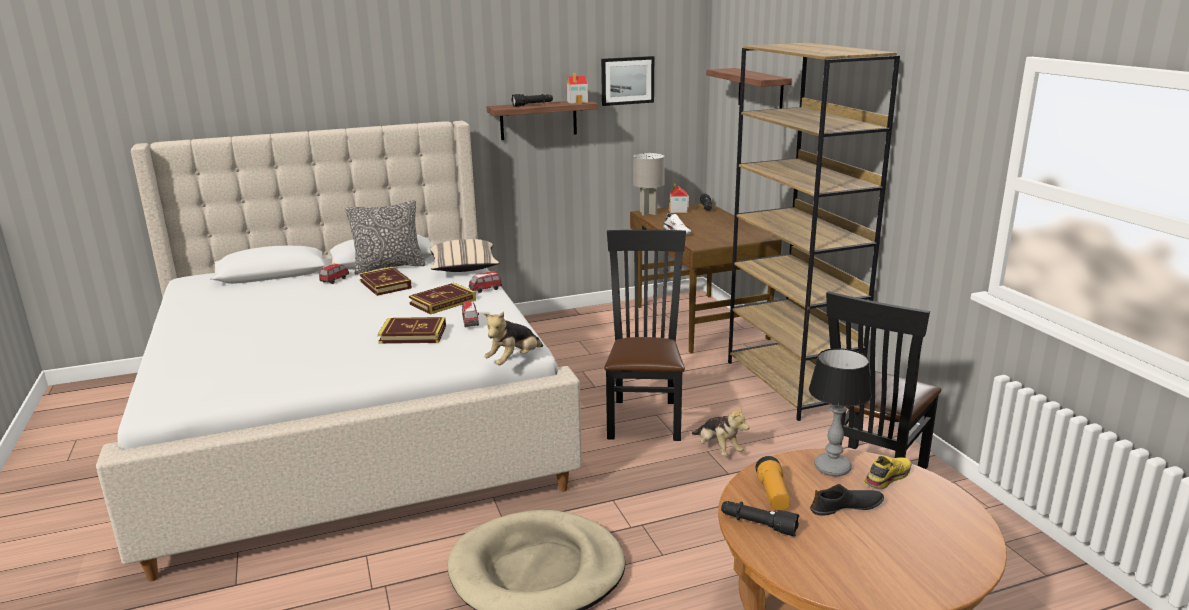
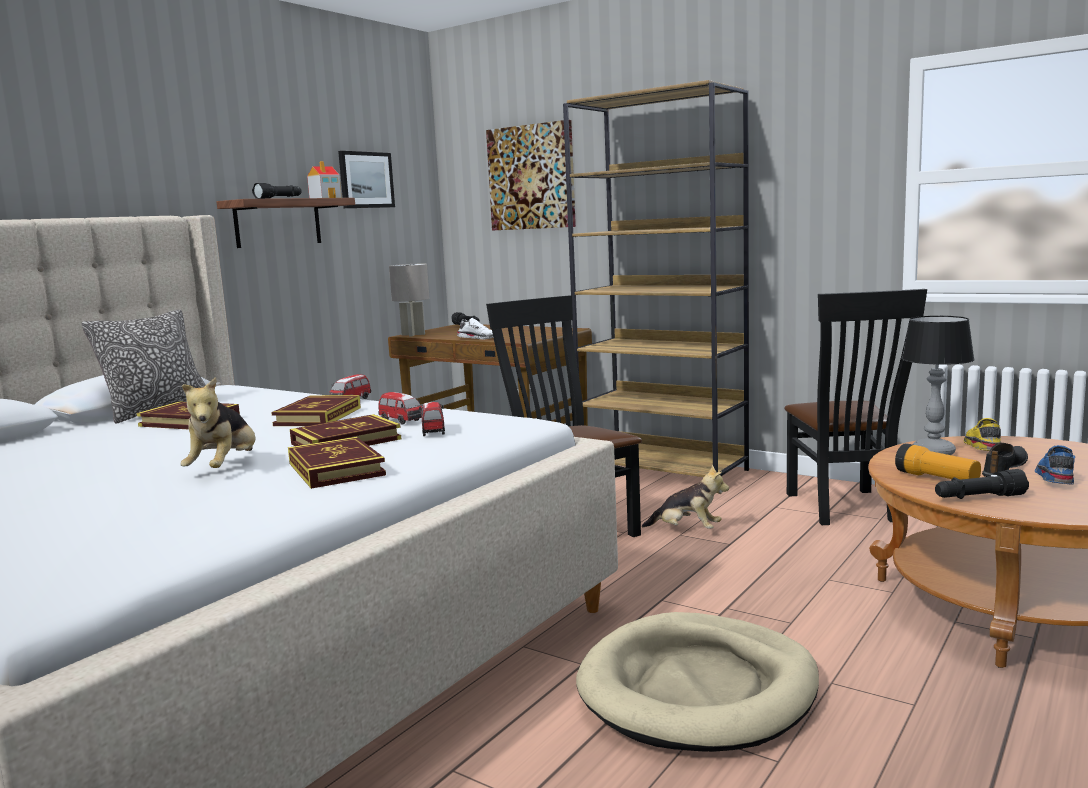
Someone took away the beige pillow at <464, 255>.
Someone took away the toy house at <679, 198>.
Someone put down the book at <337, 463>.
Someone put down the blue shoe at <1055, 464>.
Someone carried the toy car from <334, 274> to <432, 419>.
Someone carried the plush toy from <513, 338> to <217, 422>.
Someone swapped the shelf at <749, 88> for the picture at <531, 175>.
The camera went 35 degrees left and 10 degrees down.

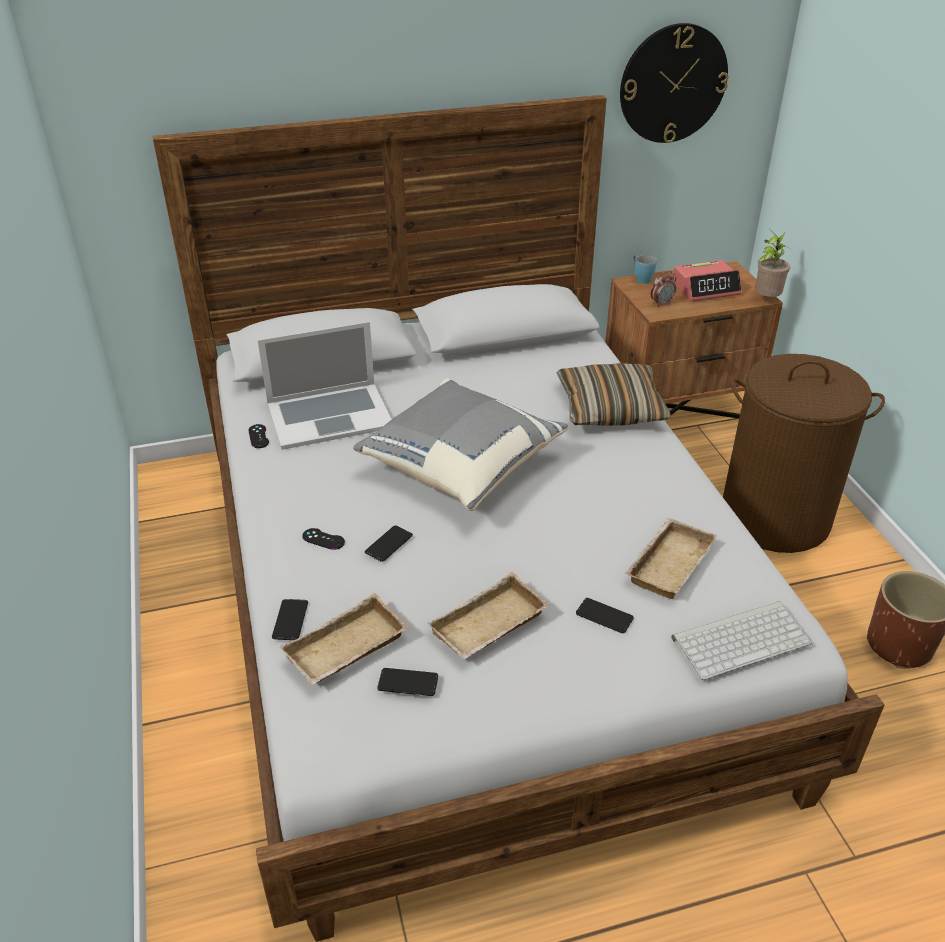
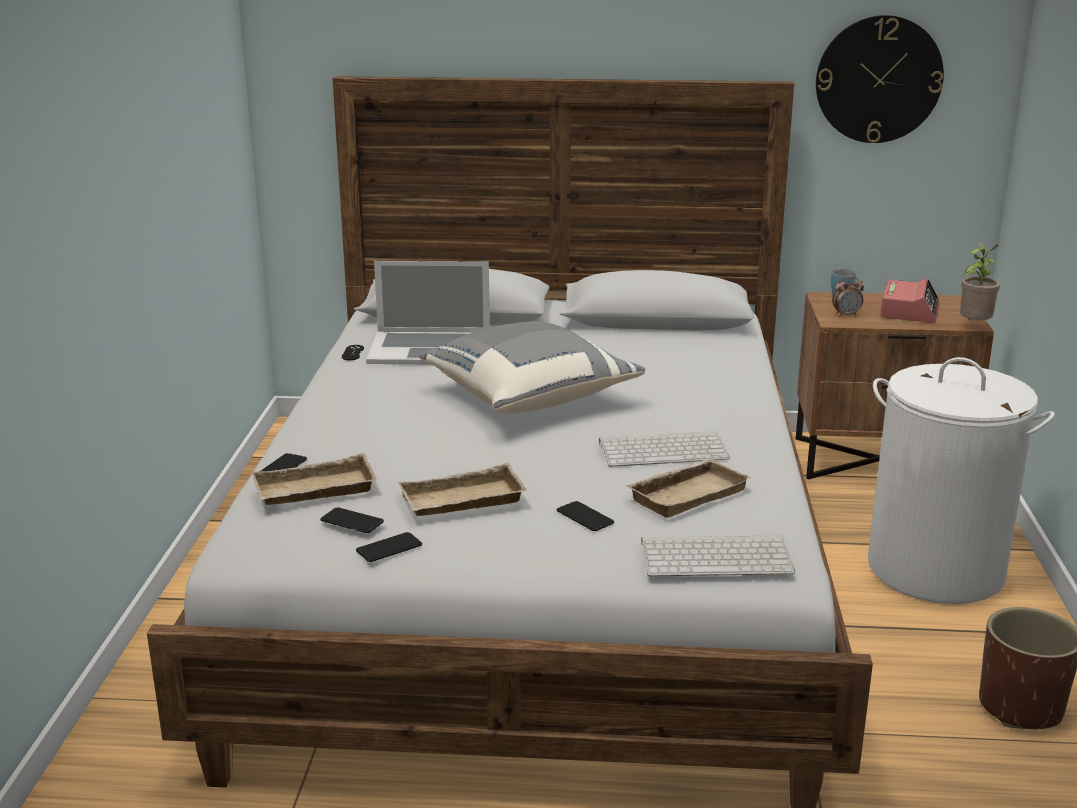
Someone took away the black game controller at <323, 539>.
Someone took away the pillow at <614, 394>.
Someone put down the keyboard at <664, 449>.
Someone carried the phone from <389, 544> to <389, 547>.
Someone repainted the brown laundry basket at <804, 453>, which became the white laundry basket at <961, 480>.
Someone rotated the alarm clock at <708, 281> by 75 degrees counterclockwise.
The camera went 20 degrees right and 15 degrees down.

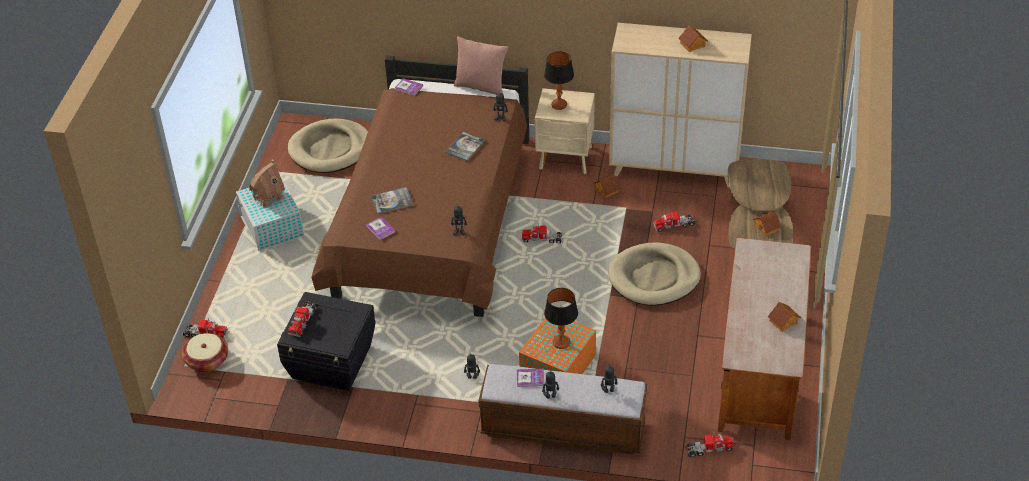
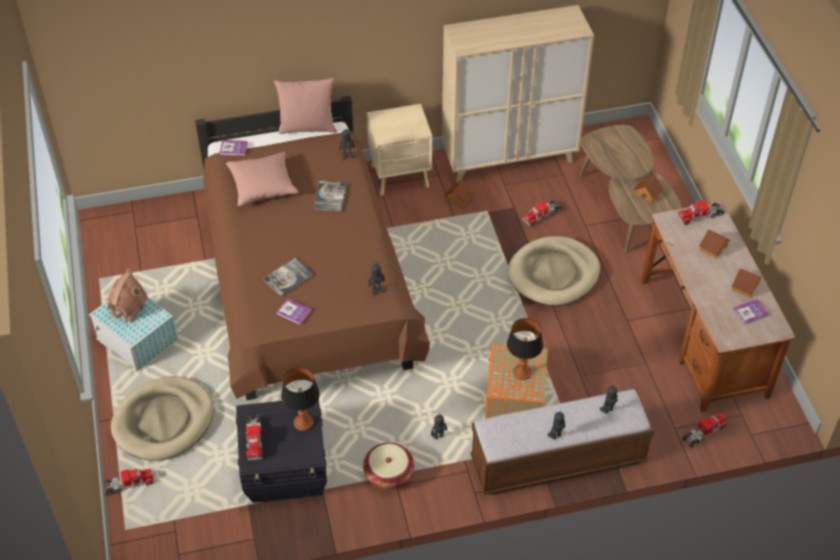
Someone put down the pink pillow at <262, 179>.
Someone carried the basket from <205, 352> to <388, 466>.
Someone carried the beige dog bed from <328, 146> to <162, 418>.
Someone carried the book from <530, 378> to <751, 312>.
Someone carried the toy truck from <542, 233> to <701, 212>.
Someone carried the table lamp from <559, 80> to <300, 399>.
Someone carried the toy house from <693, 38> to <714, 244>.
The camera went 25 degrees left and 5 degrees up.

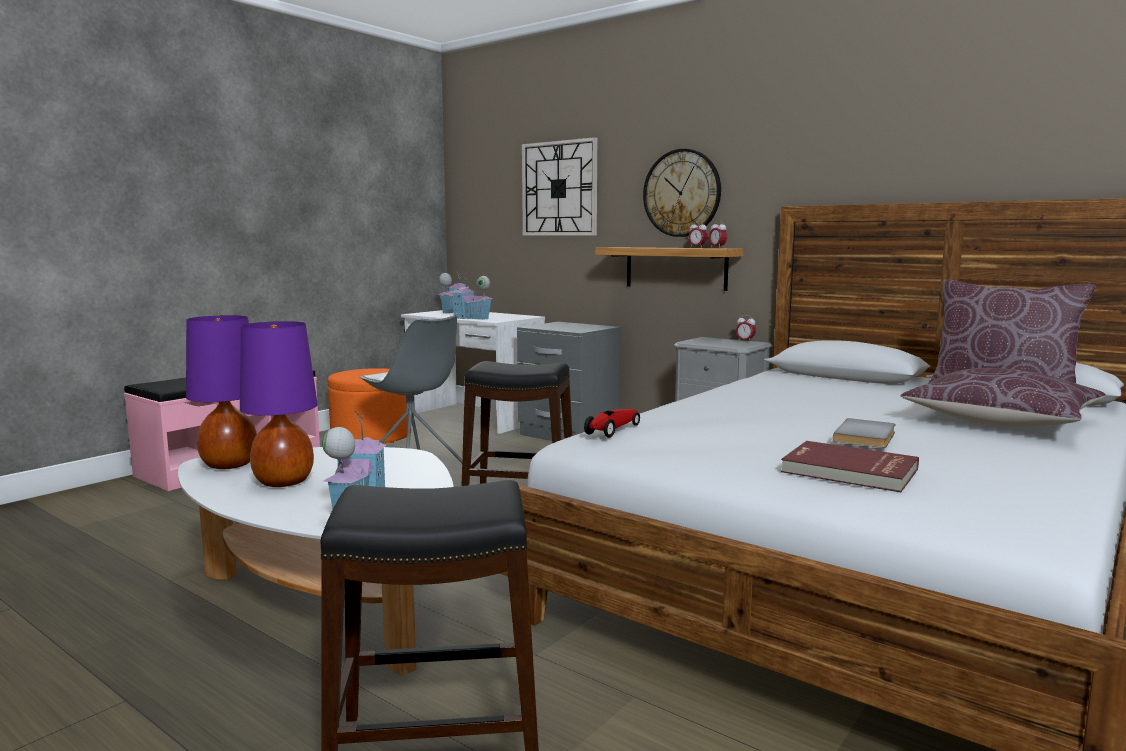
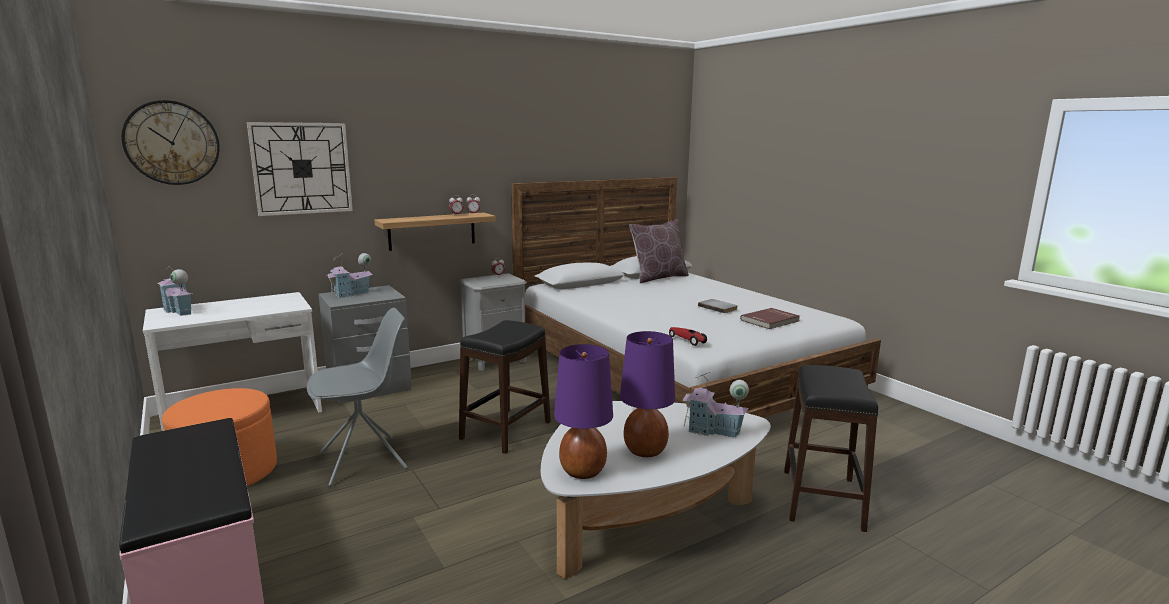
Someone took away the brown pillow at <1003, 397>.
Someone carried the toy house from <471, 296> to <349, 275>.
Someone carried the wall clock from <682, 193> to <170, 142>.
The camera went 70 degrees left and 5 degrees up.

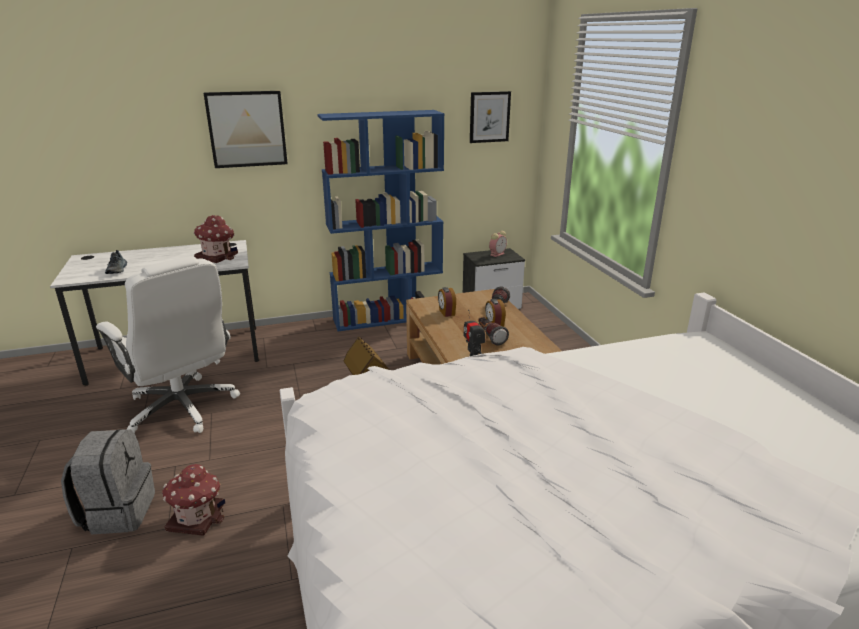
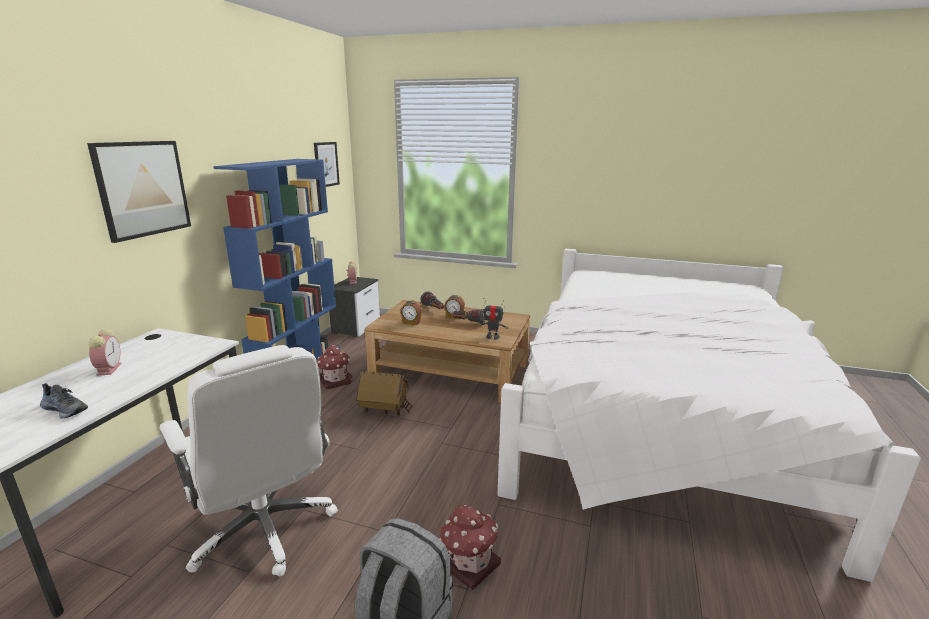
Someone put down the alarm clock at <105, 352>.
Someone carried the toy house from <215, 239> to <335, 367>.
Someone rotated the white office chair at <168, 344> by 60 degrees clockwise.
The camera went 55 degrees left and 5 degrees down.

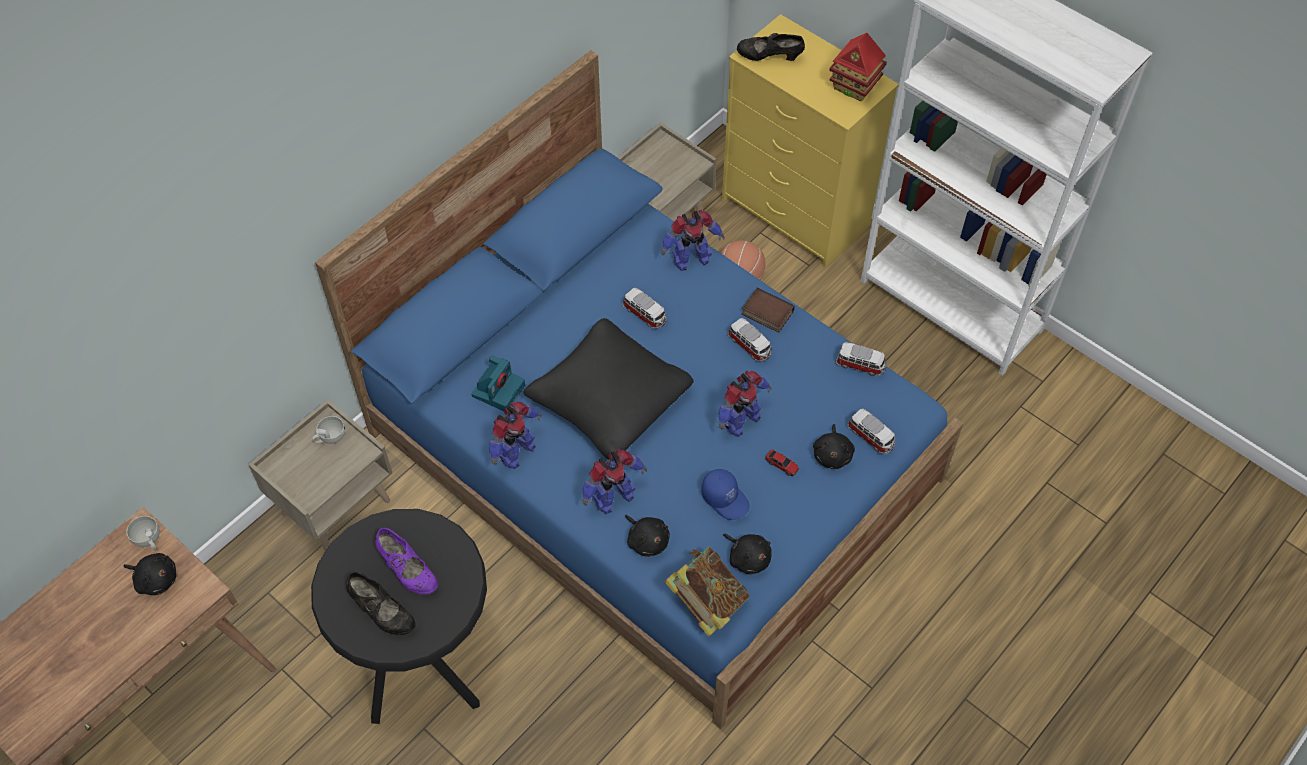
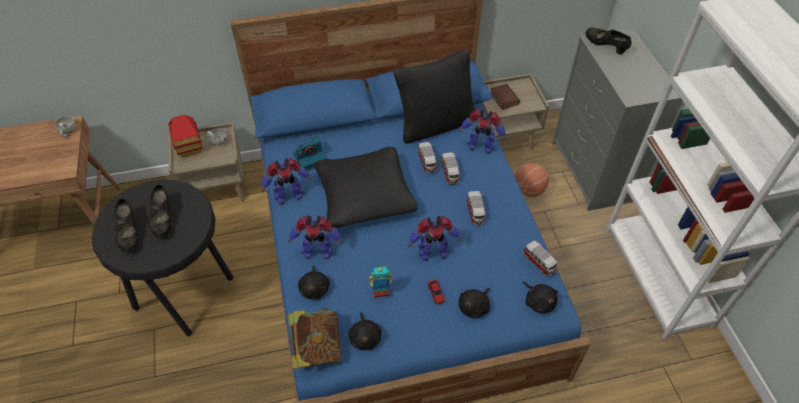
Someone put down the black pillow at <434, 96>.
Someone carried the black plush toy from <149, 574> to <540, 297>.
Someone carried the book from <768, 310> to <505, 97>.
Someone carried the toy house from <858, 67> to <185, 136>.
Someone carried the toy car from <871, 431> to <450, 168>.
Someone swapped the blue cap at <725, 494> for the toy robot at <380, 282>.
Someone repainted the purple shoe at <406, 561>, which became the black shoe at <159, 211>.
Someone repainted the yellow dresser at <810, 141>, which became the grey dresser at <617, 119>.
The camera went 35 degrees right and 5 degrees down.

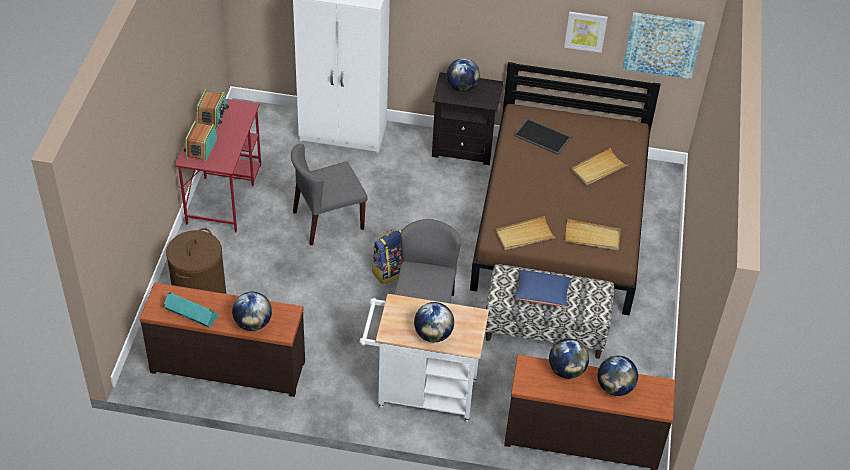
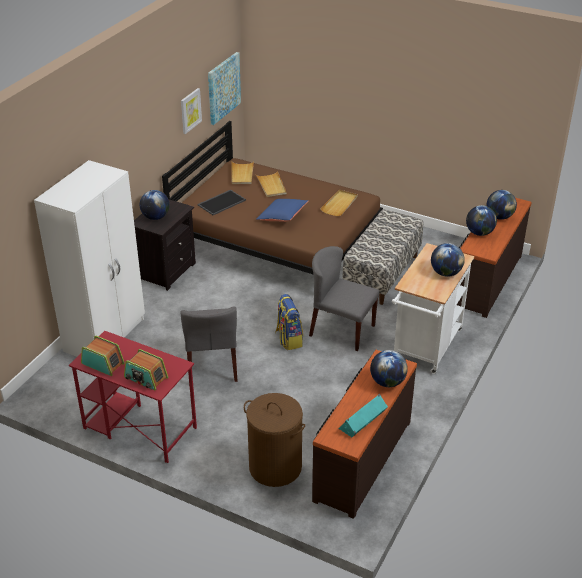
Someone carried the beige tray from <526, 233> to <243, 172>.
Someone carried the blue pillow from <543, 288> to <282, 210>.
The camera went 70 degrees left and 10 degrees down.

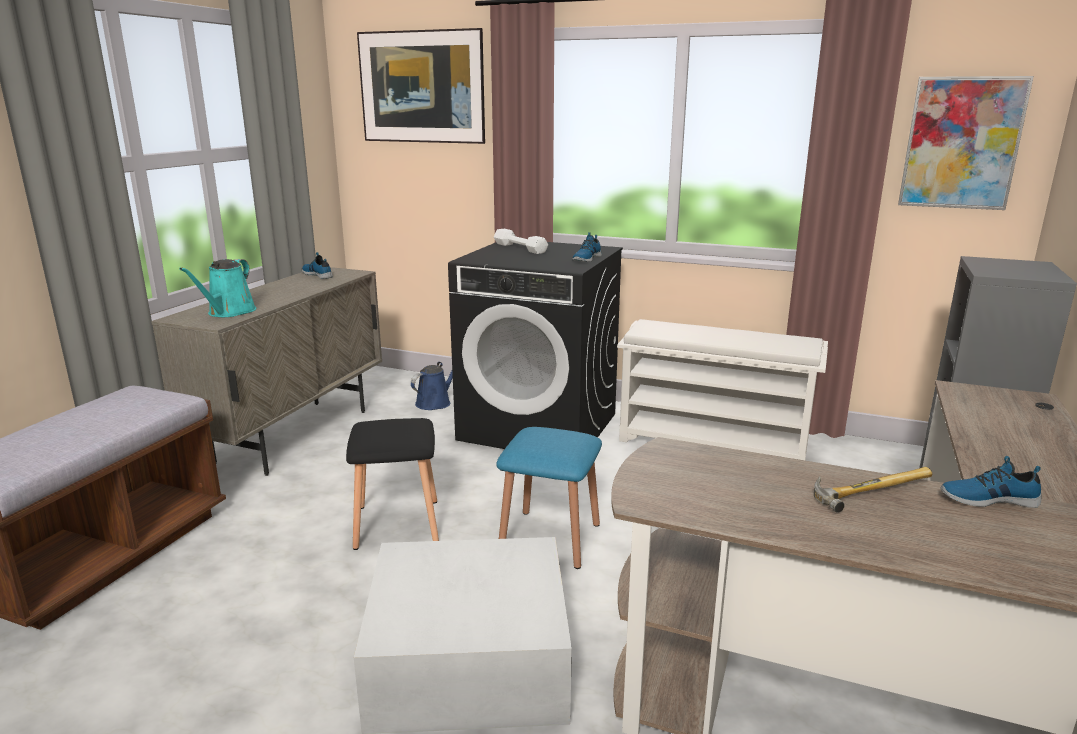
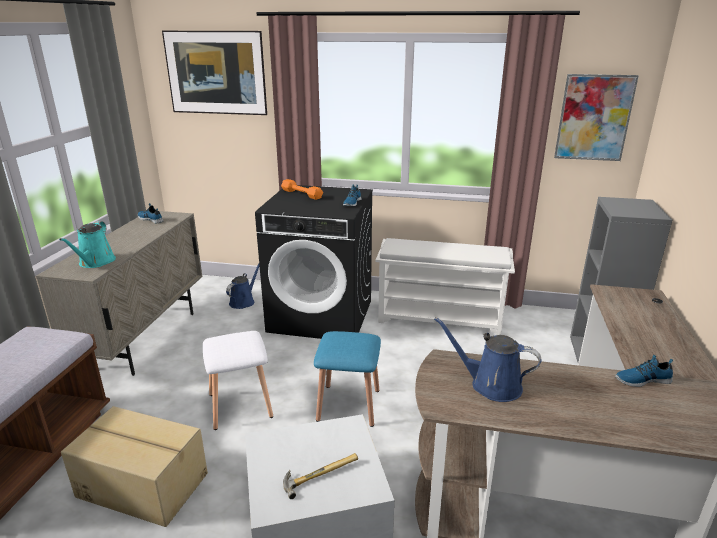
Someone put down the cardboard box at <134, 466>.
Someone put down the blue watering can at <488, 359>.
Someone carried the hammer from <873, 490> to <320, 476>.
Someone repainted the black stool at <392, 484>, which became the white stool at <238, 380>.
Someone repainted the white dumbbell at <521, 241>, which became the orange dumbbell at <302, 189>.
The camera went 10 degrees left and 5 degrees up.

